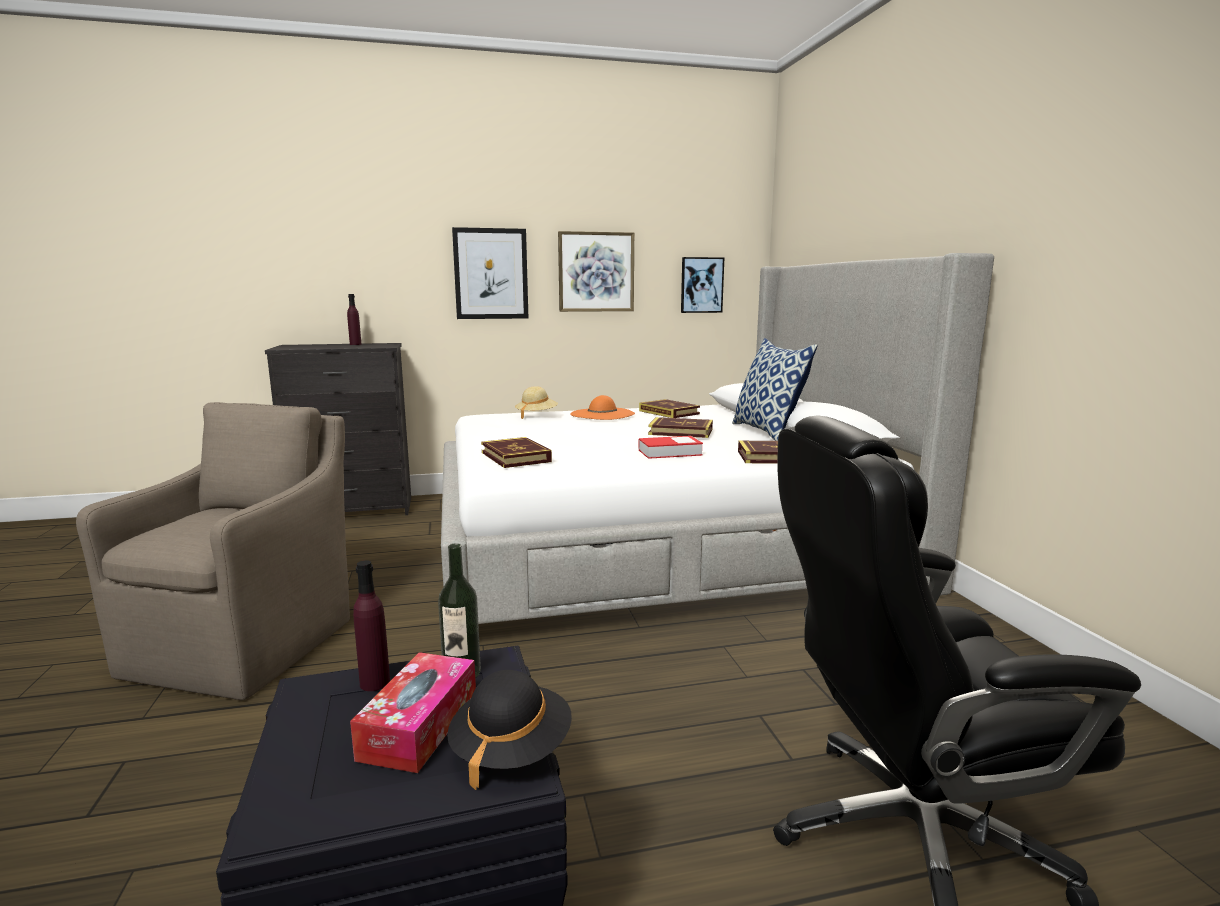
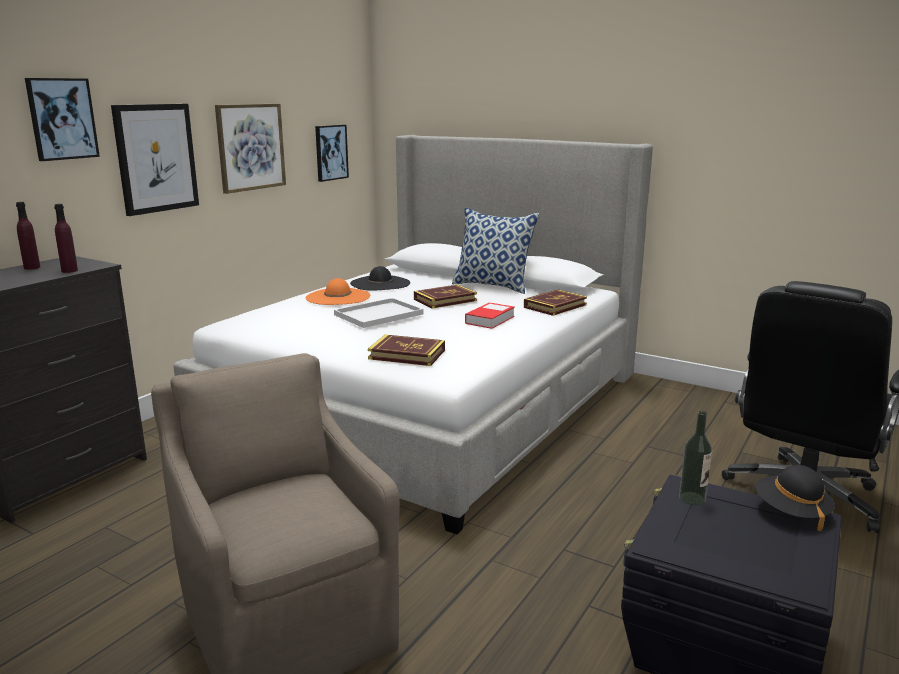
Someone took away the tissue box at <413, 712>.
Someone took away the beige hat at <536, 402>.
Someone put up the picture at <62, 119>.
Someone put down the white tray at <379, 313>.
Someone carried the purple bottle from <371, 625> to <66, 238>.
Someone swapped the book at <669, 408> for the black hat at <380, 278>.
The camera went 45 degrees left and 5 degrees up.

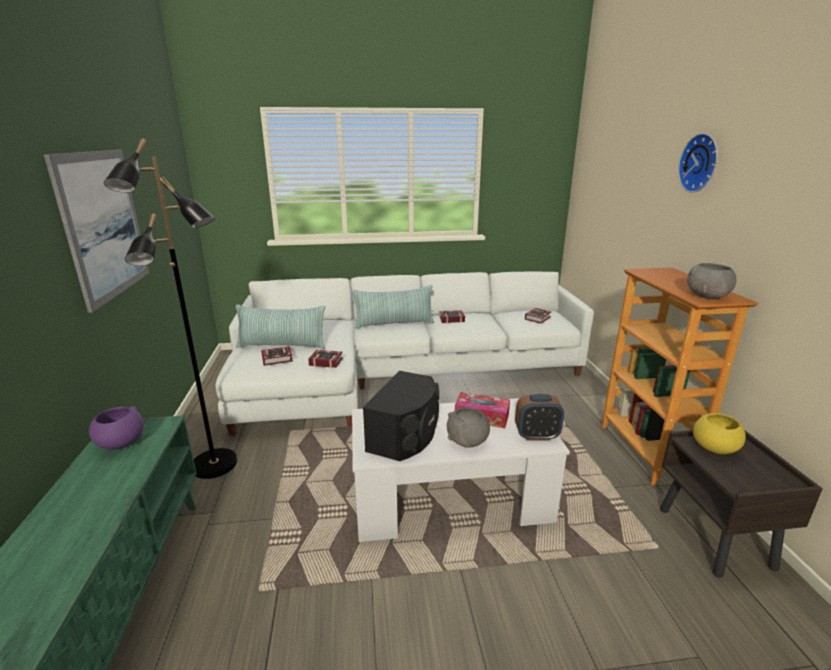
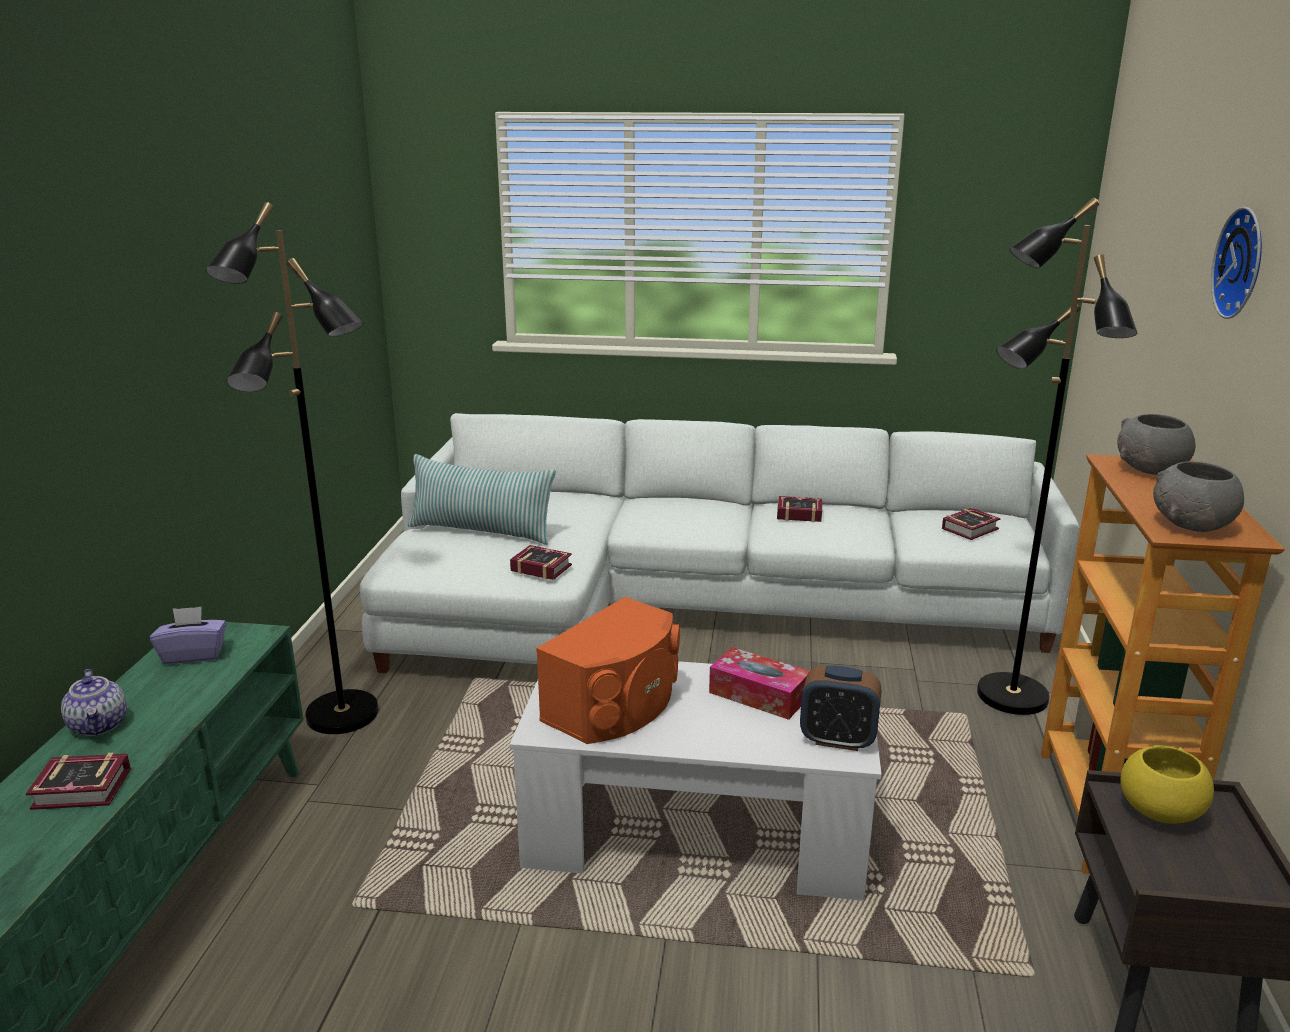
Someone took away the picture at <96, 231>.
Someone took away the pillow at <393, 307>.
Someone put down the teapot at <94, 702>.
Someone put down the black floor lamp at <1057, 456>.
Someone carried the book from <277, 356> to <78, 781>.
Someone carried the grey bowl from <468, 427> to <1156, 444>.
Someone swapped the purple bowl at <116, 428> for the purple tissue box at <188, 635>.
Someone repainted the black speaker at <401, 416>, which became the orange speaker at <608, 670>.
The camera went 15 degrees right and 0 degrees up.

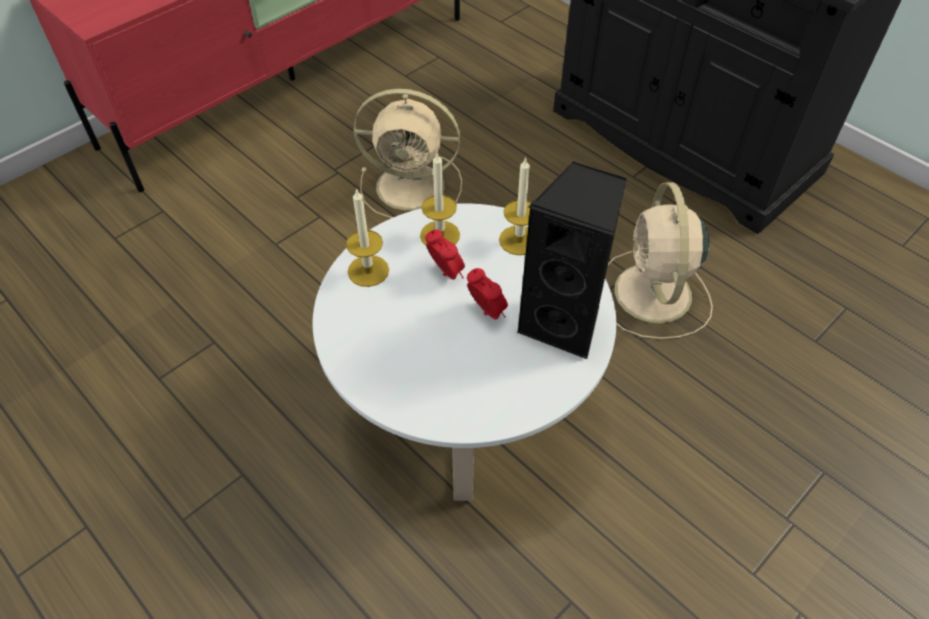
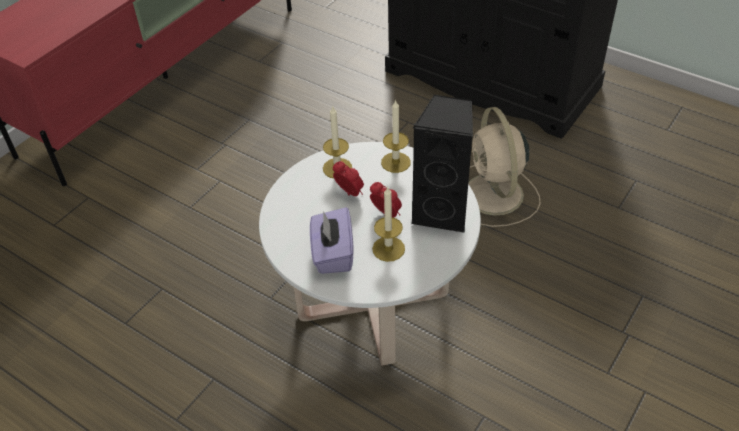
Someone took away the beige fan at <407, 153>.
Someone put down the purple tissue box at <332, 240>.
Someone carried the candle from <367, 237> to <388, 224>.
The camera went 10 degrees left and 5 degrees down.

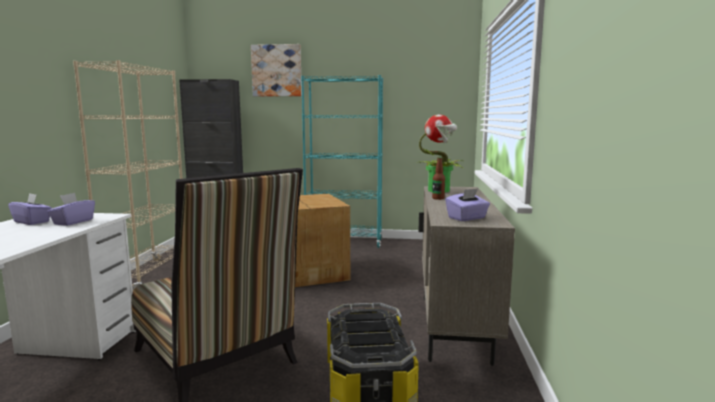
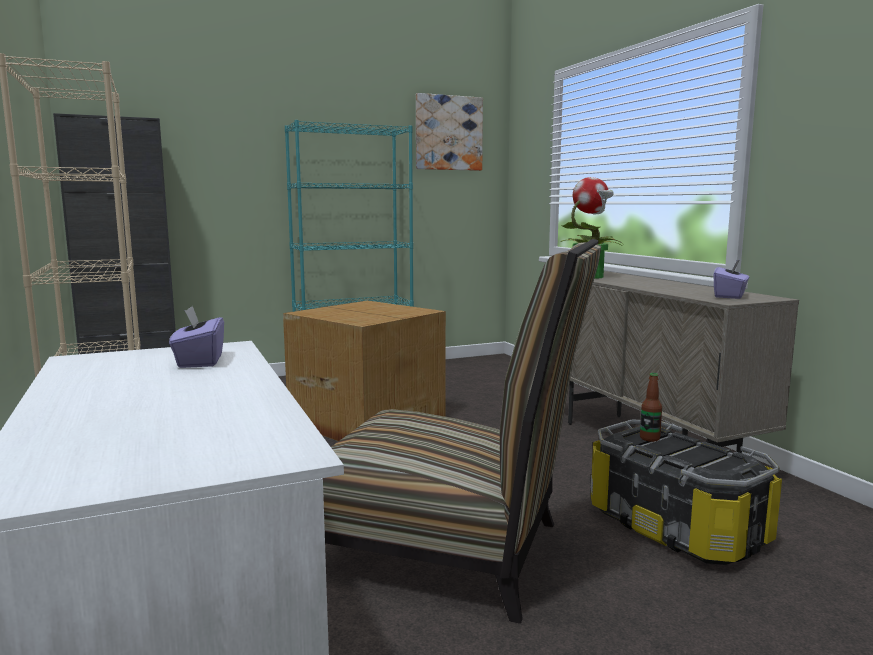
Someone took away the purple tissue box at <30, 209>.
Someone carried the picture from <276, 70> to <449, 132>.
Someone carried the bottle from <438, 178> to <651, 407>.
The camera went 30 degrees left and 0 degrees up.

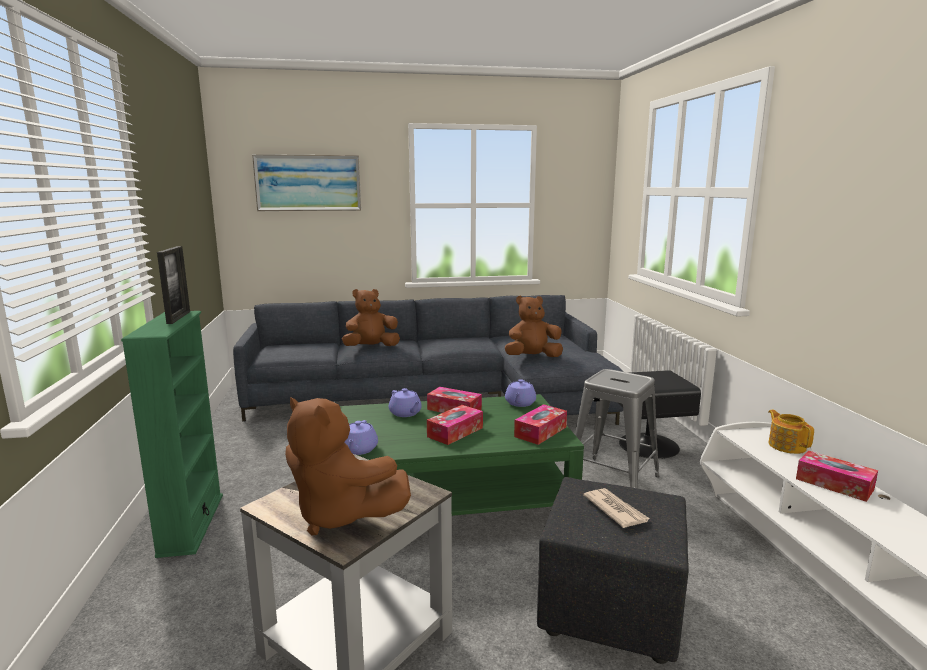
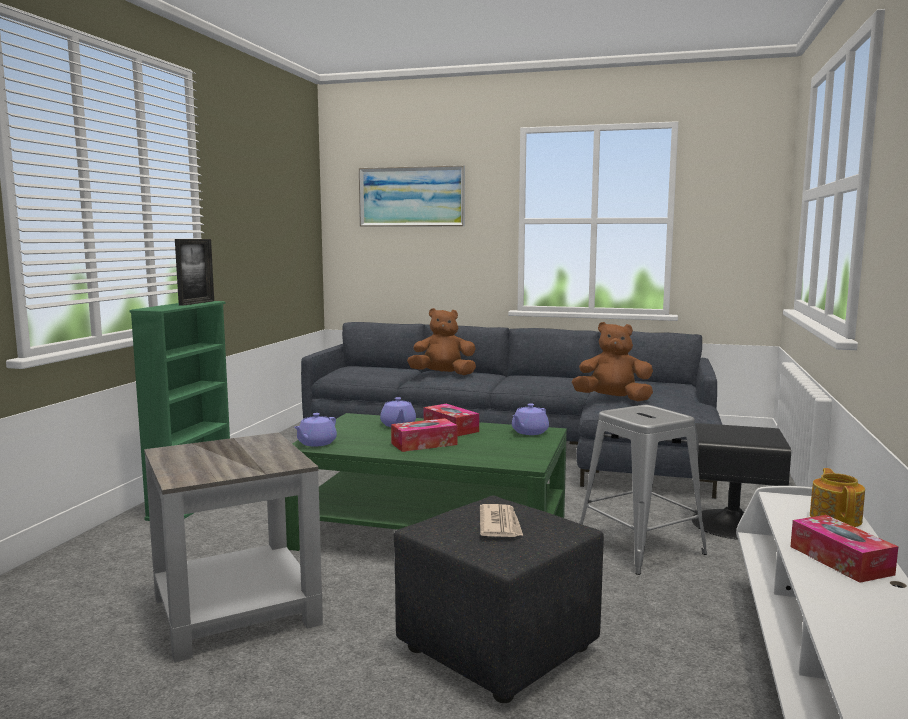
Someone took away the brown plush toy at <348, 466>.
Someone took away the tissue box at <540, 424>.
The camera went 25 degrees right and 5 degrees down.

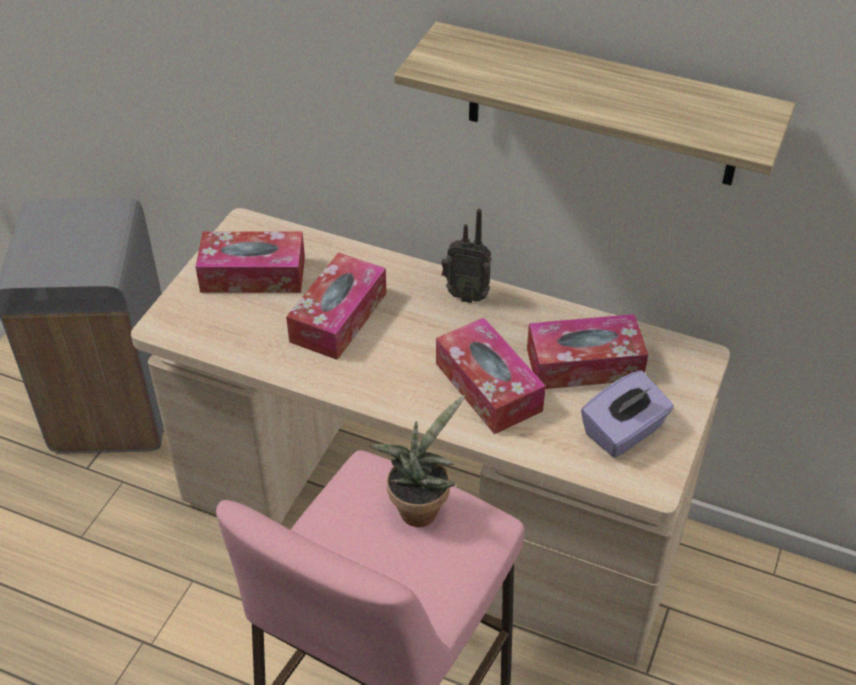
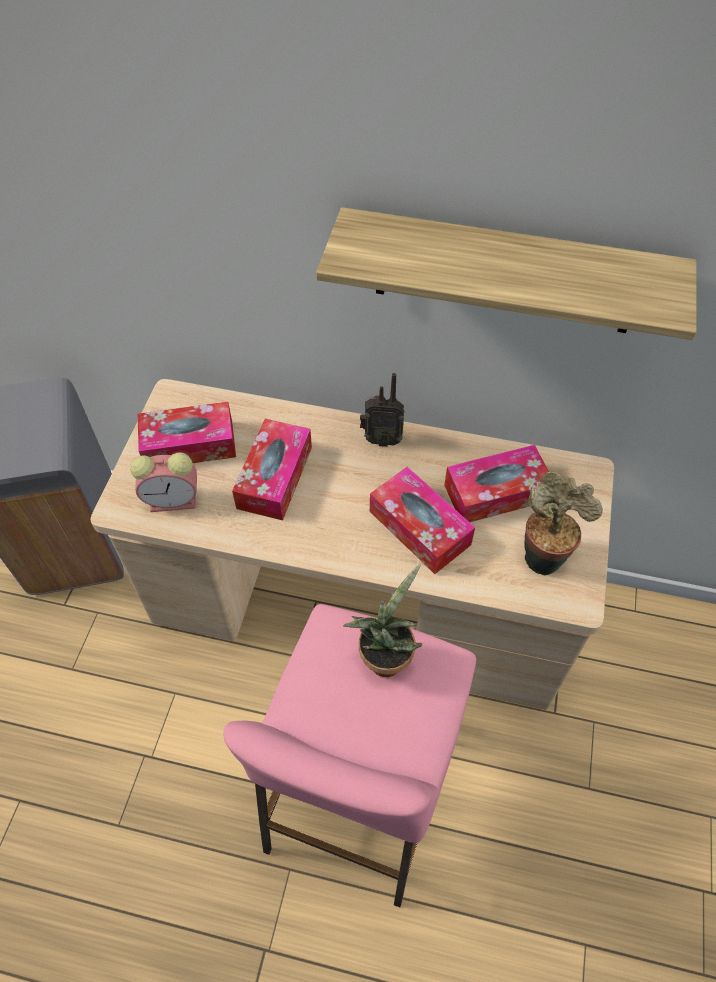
Someone put down the alarm clock at <163, 482>.
Someone swapped the purple tissue box at <627, 414> for the potted plant at <563, 523>.
The camera went 10 degrees left and 10 degrees up.

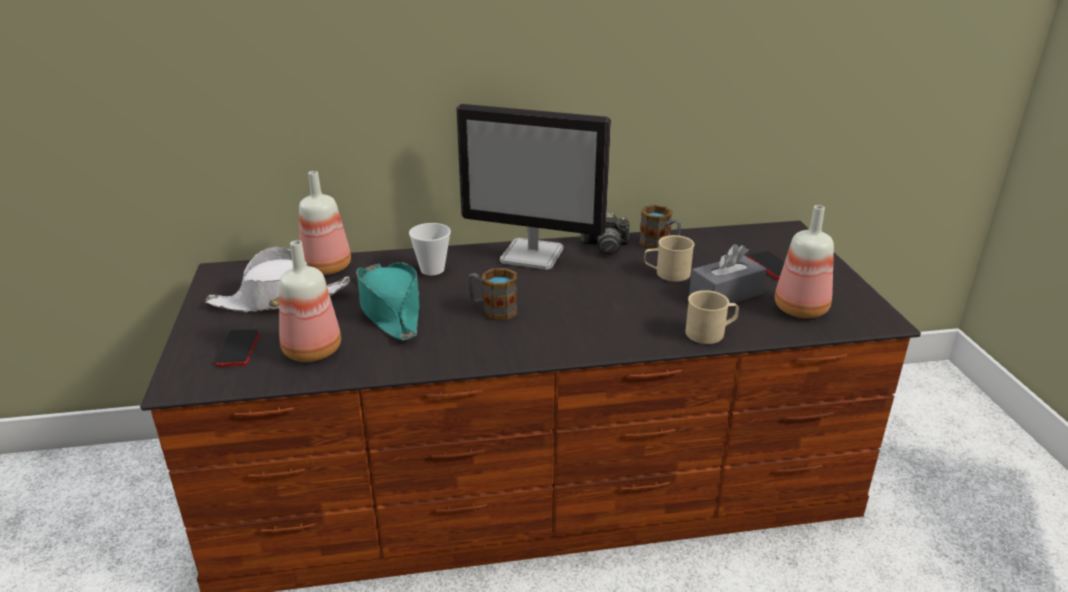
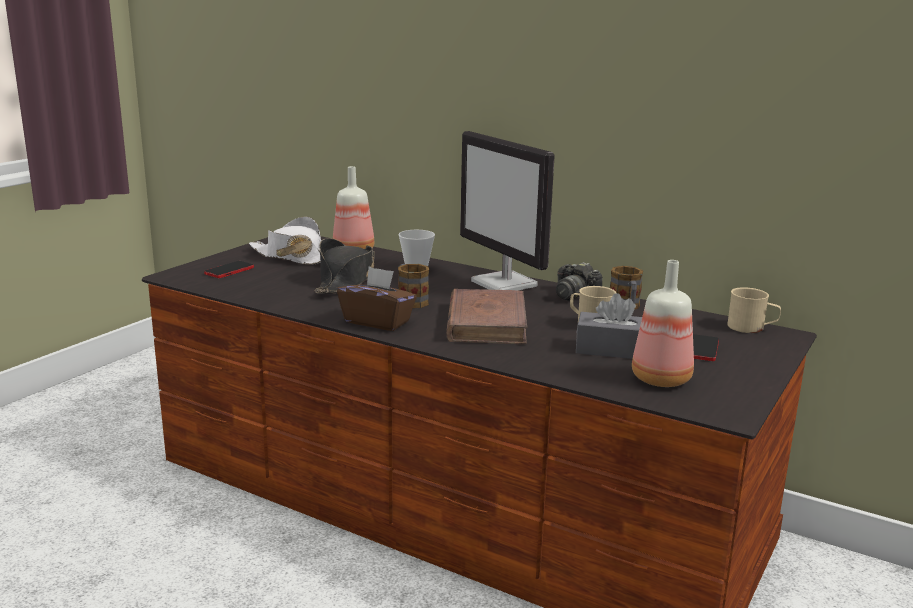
Someone took away the bottle at <310, 301>.
Someone put down the brown tissue box at <377, 299>.
Someone put down the brown book at <486, 316>.
Someone carried the beige mug from <712, 317> to <754, 310>.
Someone repainted the turquoise hat at <387, 301>, which became the black hat at <345, 266>.
The camera went 40 degrees right and 10 degrees down.

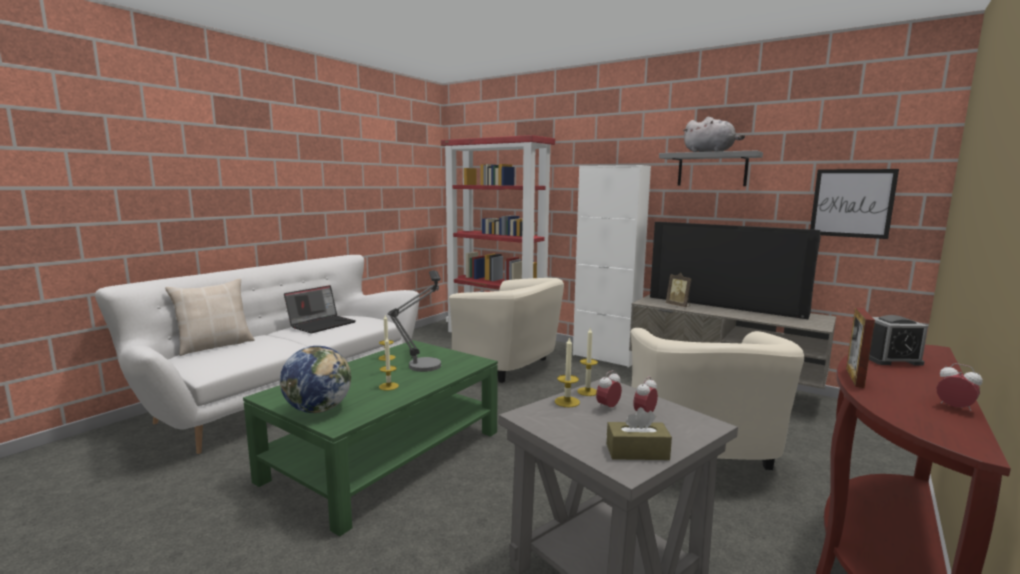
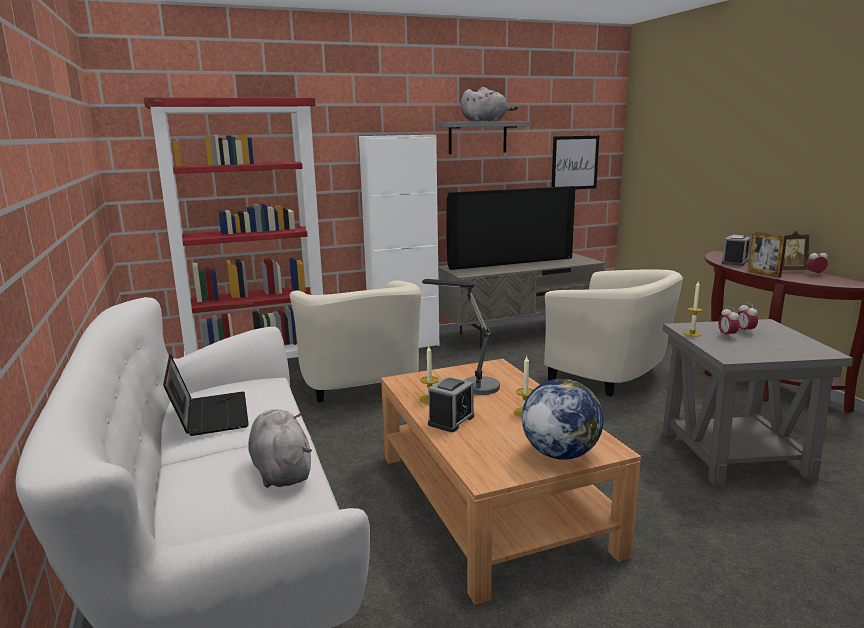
Someone took away the beige pillow at <209, 317>.
Someone took away the candle at <567, 372>.
Someone took away the brown tissue box at <639, 433>.
Someone put down the grey plush toy at <280, 448>.
Someone put down the alarm clock at <451, 404>.
Someone carried the picture frame from <679, 290> to <795, 250>.
Someone repainted the green coffee table at <370, 438>, which became the brown coffee table at <511, 482>.
Someone rotated the beige armchair at <506, 330> by 90 degrees clockwise.
The camera went 55 degrees left and 5 degrees up.

